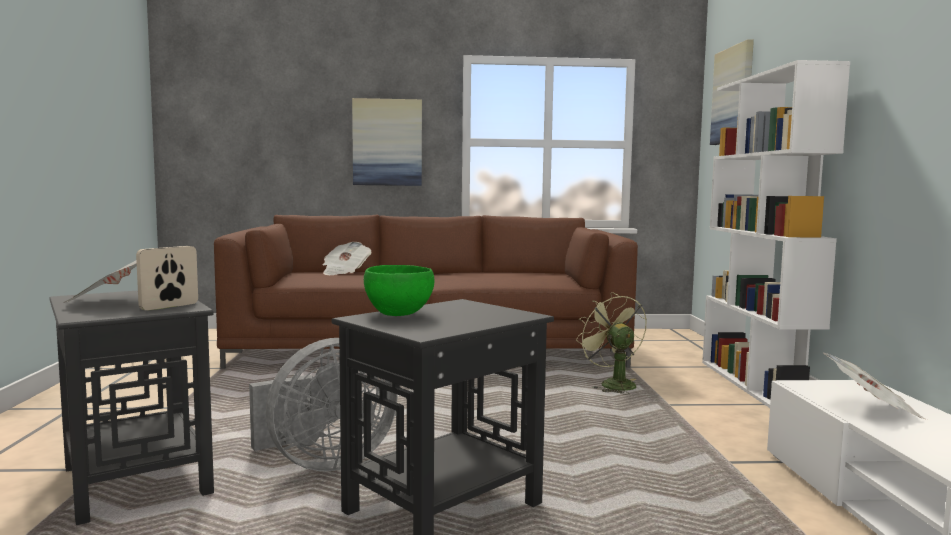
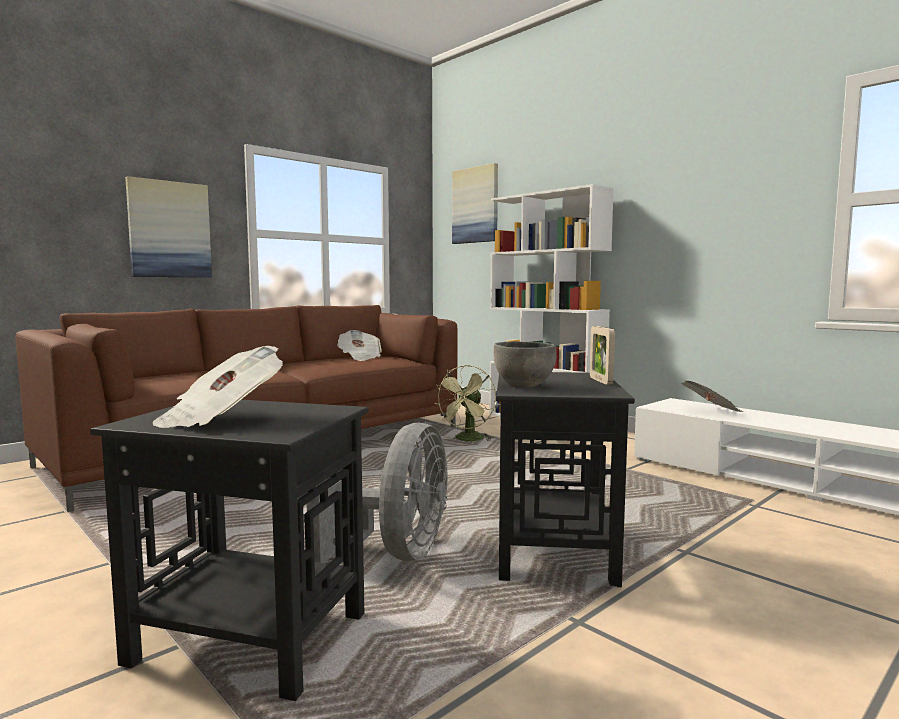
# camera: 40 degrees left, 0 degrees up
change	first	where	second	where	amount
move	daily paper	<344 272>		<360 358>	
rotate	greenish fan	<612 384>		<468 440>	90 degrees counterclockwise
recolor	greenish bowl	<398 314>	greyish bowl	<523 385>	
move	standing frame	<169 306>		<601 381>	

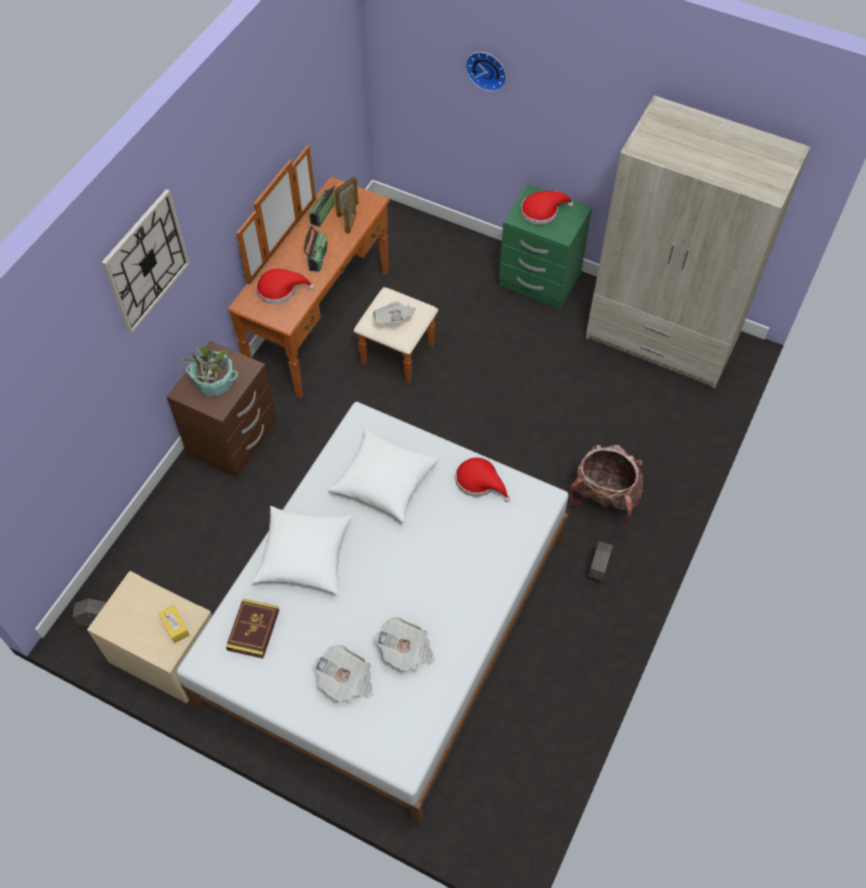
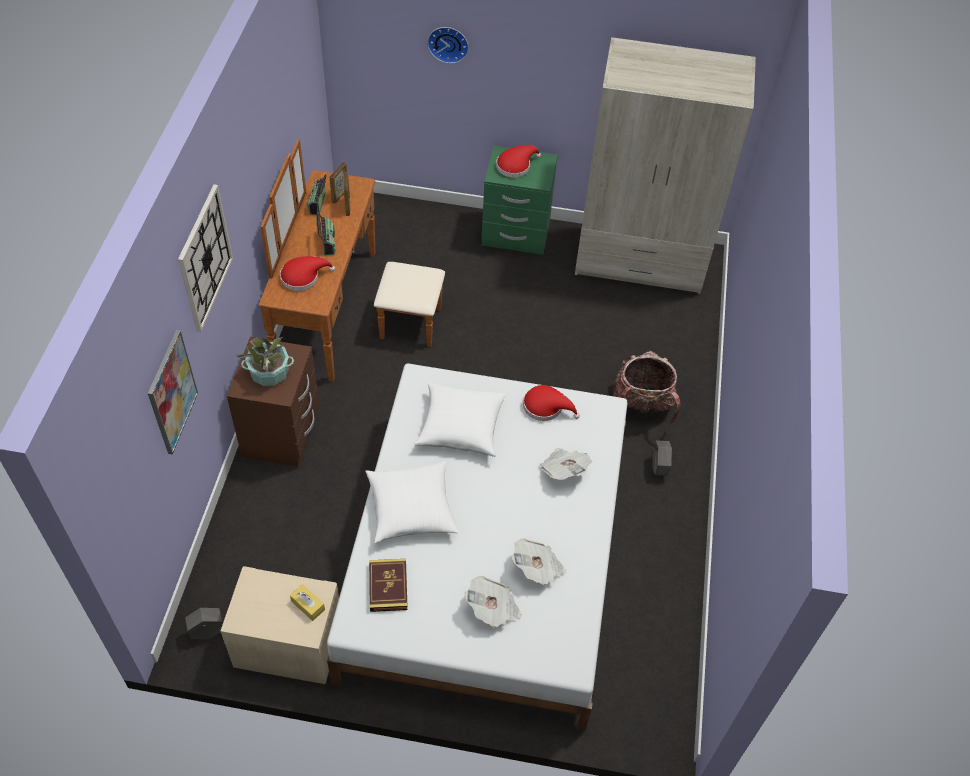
# camera: 20 degrees left, 5 degrees down
change	first	where	second	where	amount
insert			wall picture	<172 392>	
move	daily paper	<393 320>		<564 470>	

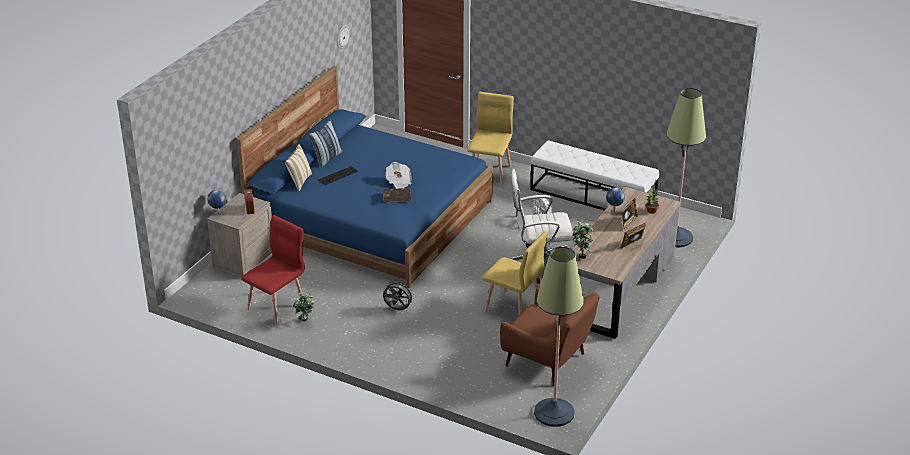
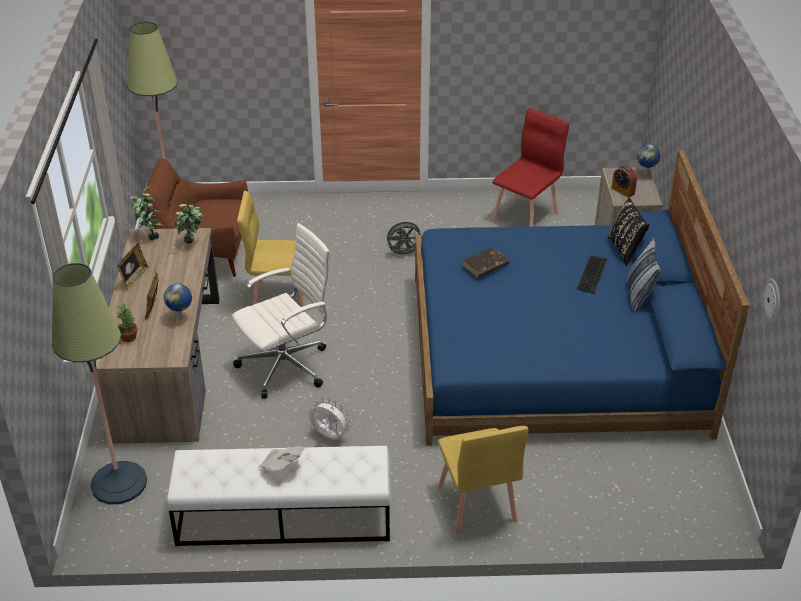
# camera: 150 degrees right, 5 degrees up
change	first	where	second	where	amount
move	potted plant	<305 322>		<149 236>	
move	daily paper	<398 182>		<282 466>	
rotate	reddish chair	<277 306>		<525 215>	150 degrees counterclockwise
recolor	sand-coloured throw pillow	<299 181>	black throw pillow	<625 250>	

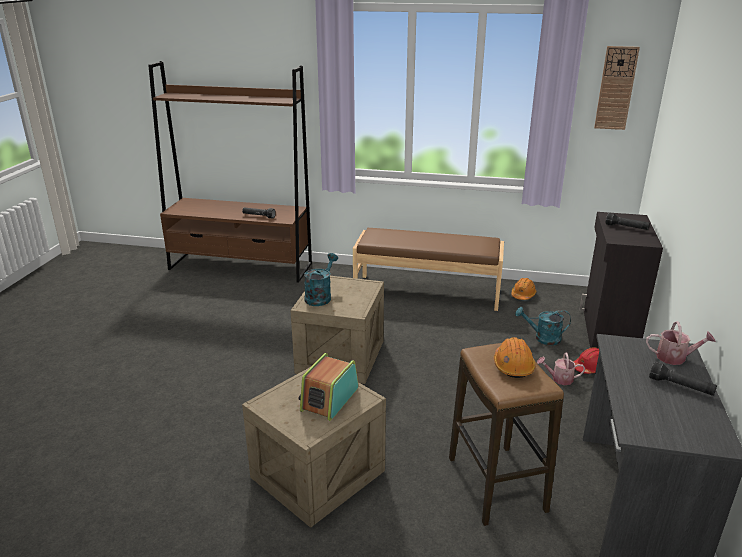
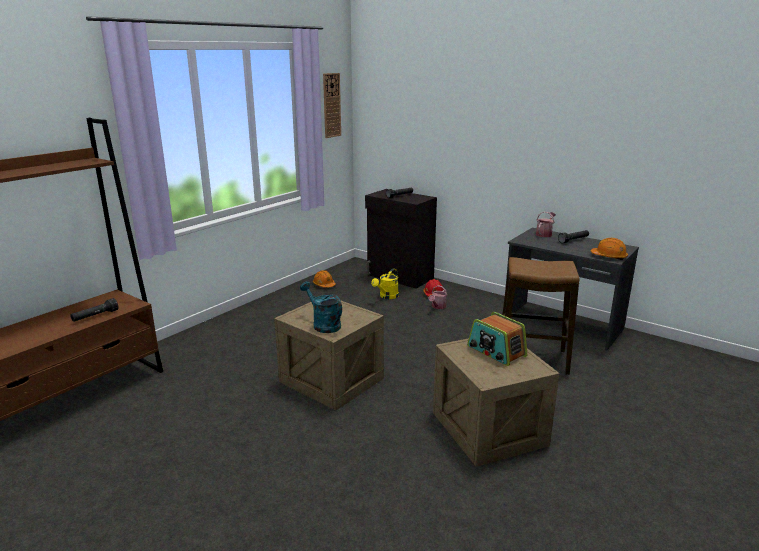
# camera: 65 degrees left, 5 degrees down
change	first	where	second	where	amount
recolor	turquoise-coloured sprinkling can	<542 338>	yellow-coloured sprinkling can	<387 296>	
move	orange-coloured work helmet	<513 366>		<609 256>	
delete	brown-coloured indoor bench	<427 292>			

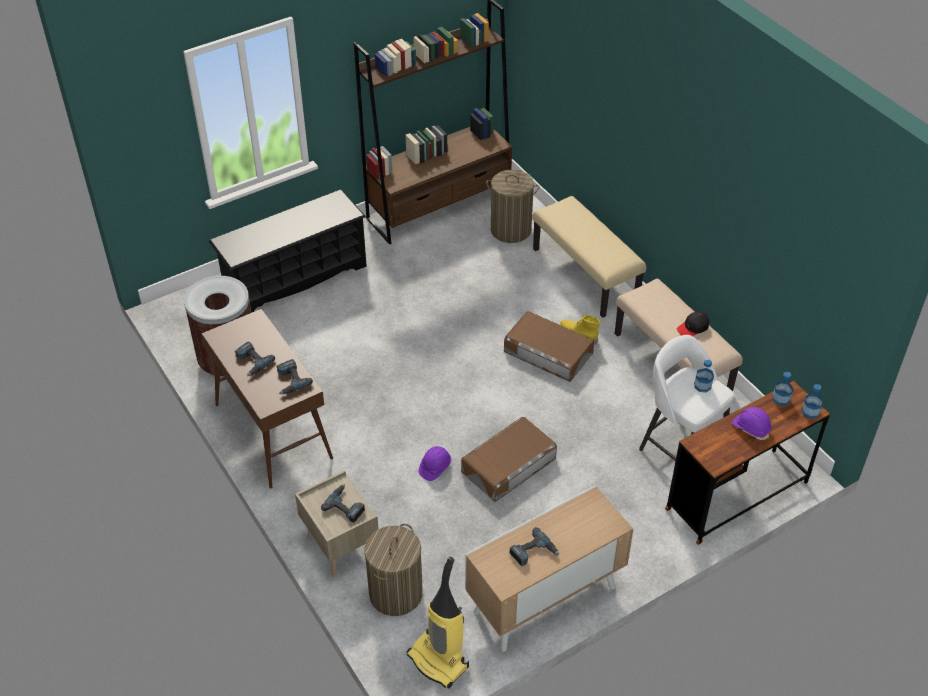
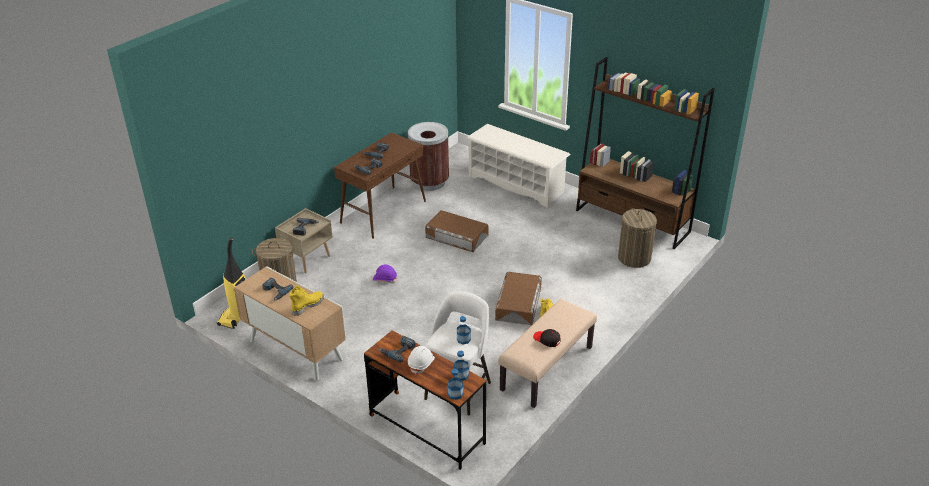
# camera: 70 degrees right, 10 degrees down
change	first	where	second	where	amount
insert			yellow-coloured boot	<307 305>	
insert			electric drill	<398 351>	
recolor	purple-coloured work helmet	<751 428>	whitish work helmet	<421 364>	
move	brown-coloured storage bin	<508 464>		<457 236>	
recolor	black shoe stand	<294 277>	whitish shoe stand	<516 184>	
delete	sand-coloured indoor bench	<586 274>			

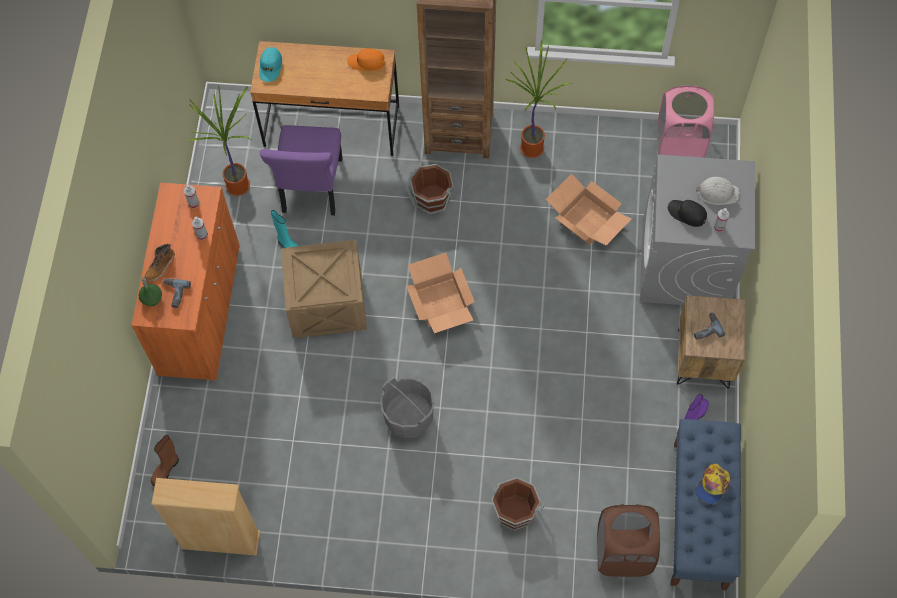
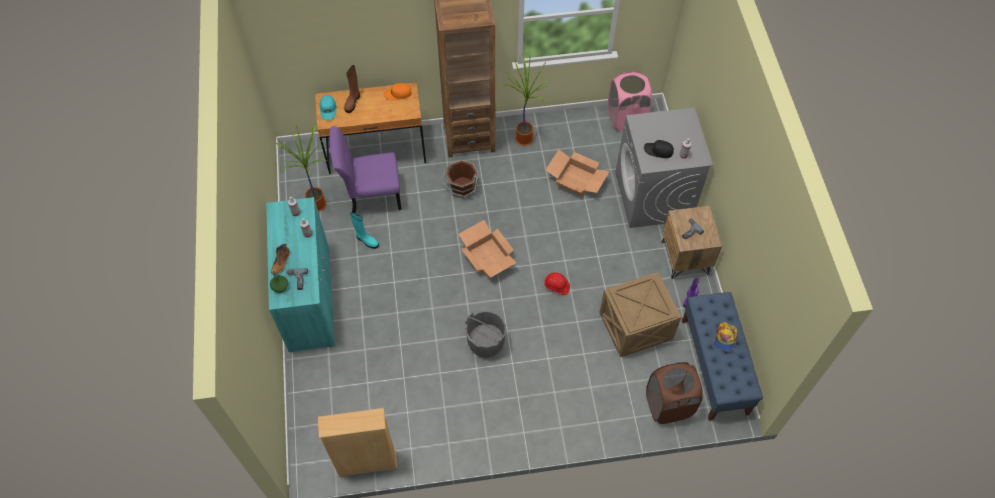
# camera: 15 degrees left, 5 degrees down
change	first	where	second	where	amount
recolor	orange-coloured cupboard	<200 310>	turquoise-coloured cupboard	<310 298>	
rotate	purple-coloured chair	<311 188>		<372 196>	90 degrees clockwise
move	brown-coloured boot	<166 469>		<353 102>	
insert			reddish work helmet	<556 286>	
move	crate	<326 304>		<634 326>	
delete	brown-coloured water bucket	<515 510>			
delete	whitish work helmet	<717 193>			

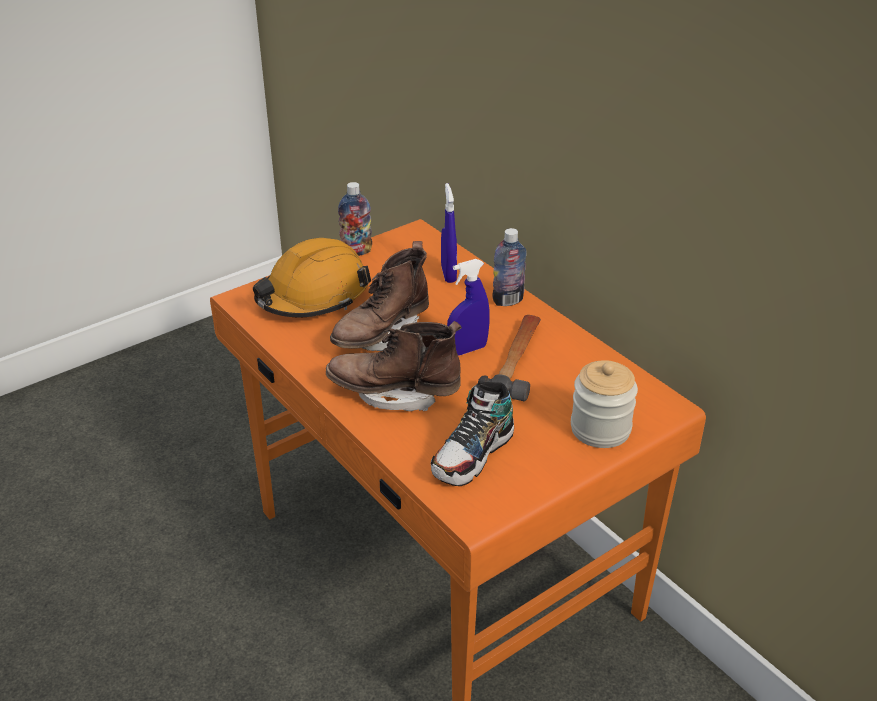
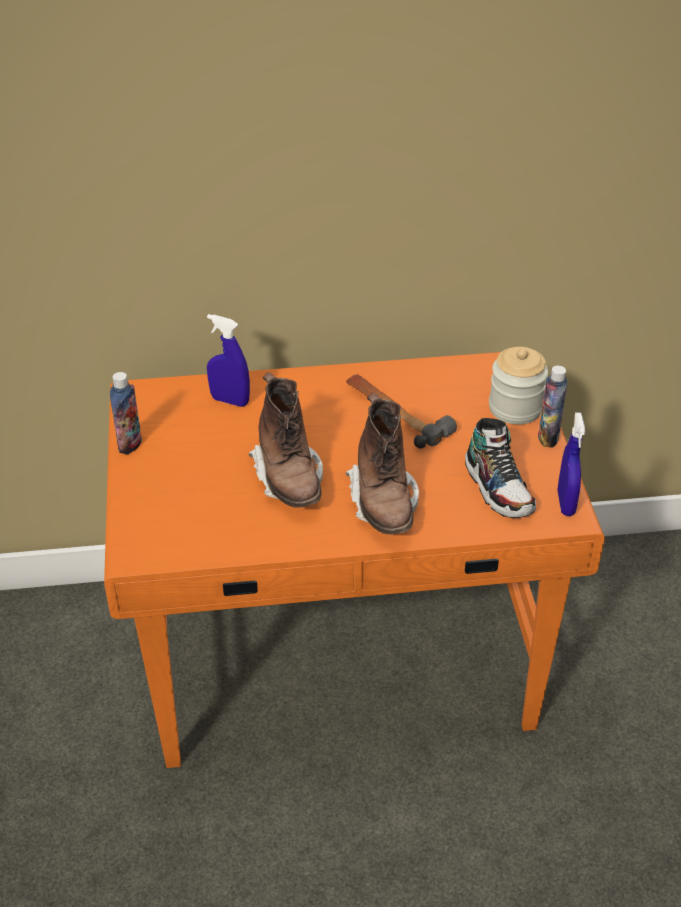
# camera: 60 degrees left, 5 degrees up
change	first	where	second	where	amount
rotate	brown-coloured boot	<395 393>		<383 502>	45 degrees counterclockwise
move	bottle	<508 300>		<548 437>	
move	bluish sprayer	<467 349>		<565 503>	
delete	orange-coloured work helmet	<313 296>			

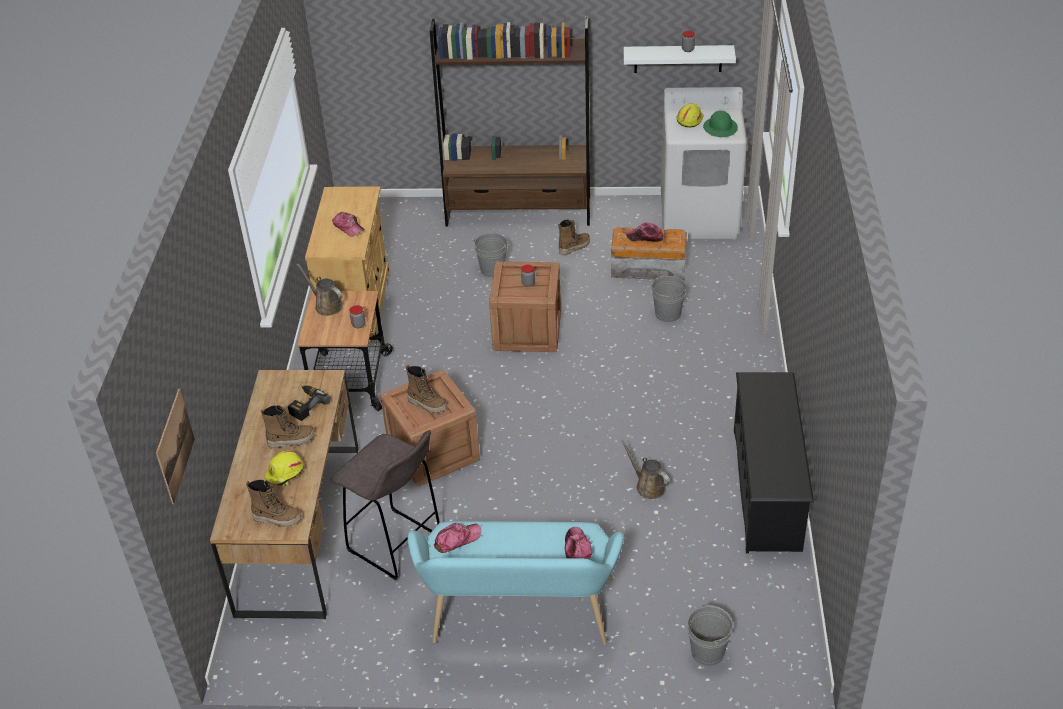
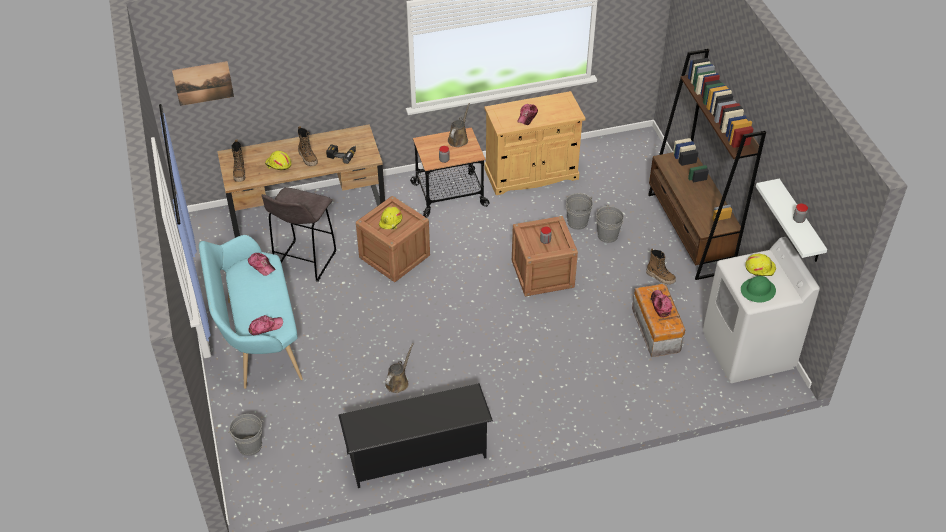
# camera: 70 degrees right, 5 degrees up
change	first	where	second	where	amount
replace	boot	<427 404>	yellow-coloured work helmet	<391 222>	
move	greyish water bucket	<668 313>		<577 222>	

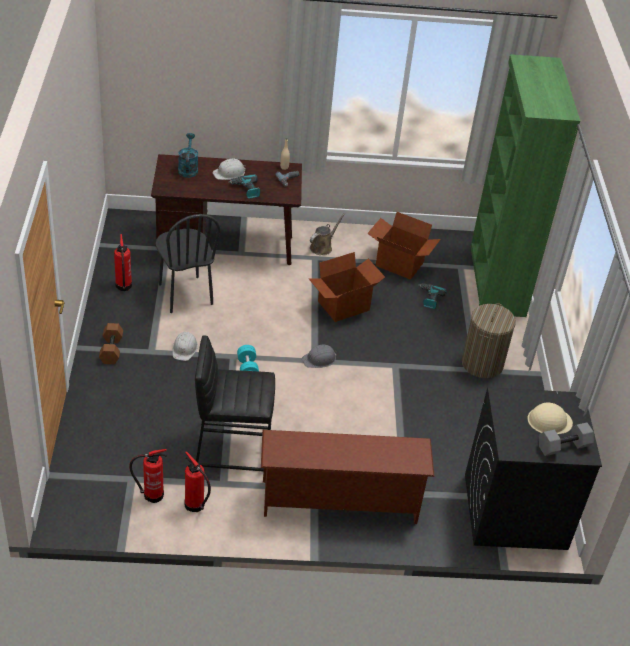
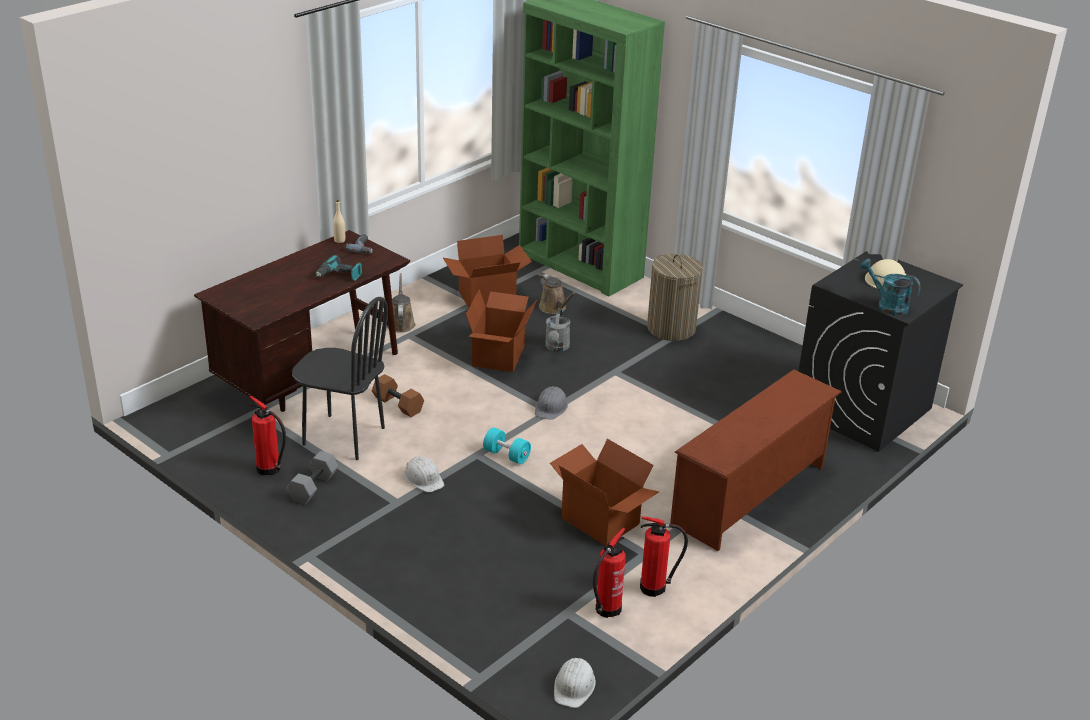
# camera: 45 degrees left, 10 degrees down
change	first	where	second	where	amount
move	greyish dumbbell	<563 445>		<313 486>	
move	brown-coloured dumbbell	<111 349>		<397 405>	
replace	electric drill	<429 298>	brown-coloured sprinkling can	<554 308>	
insert			greyish sprinkling can	<557 347>	
replace	black stool	<233 446>	packing box	<601 520>	
move	whitish work helmet	<229 173>		<574 686>	
move	turquoise-coloured sprinkling can	<188 168>		<887 305>	

